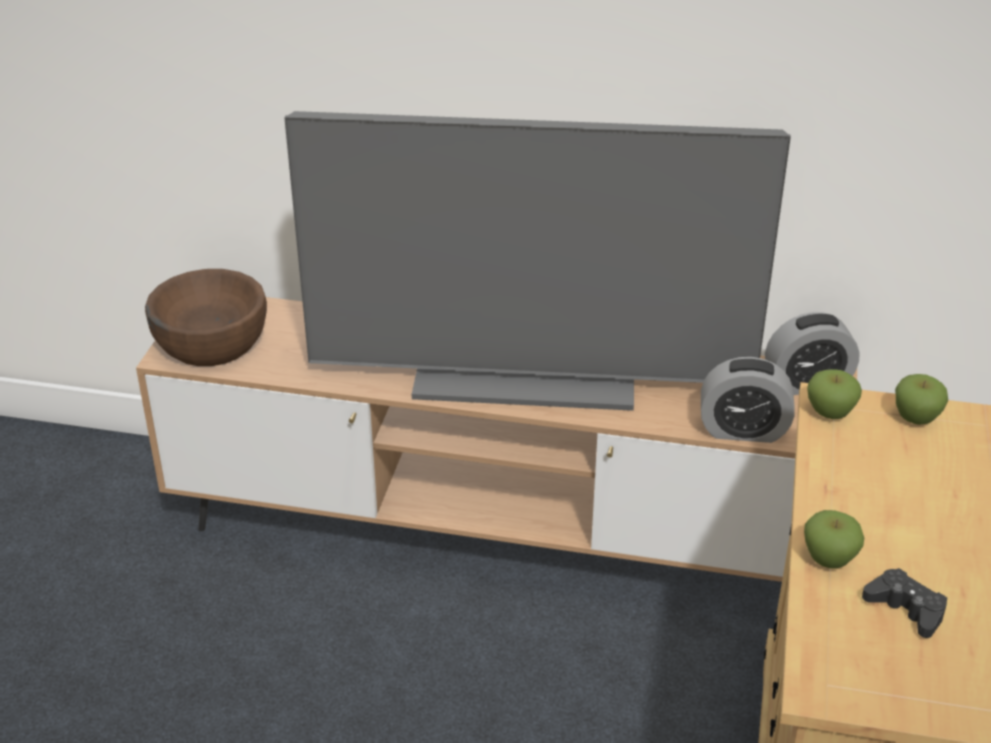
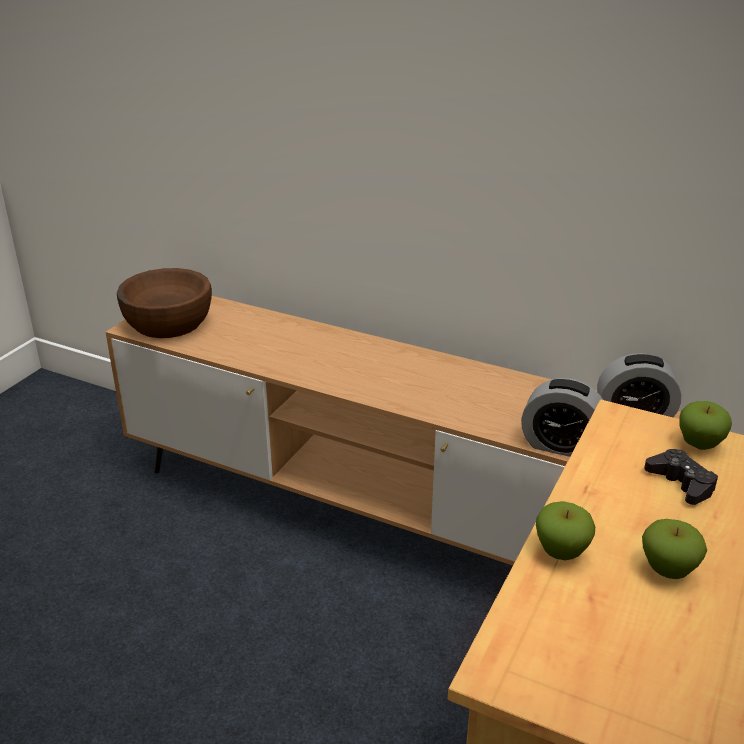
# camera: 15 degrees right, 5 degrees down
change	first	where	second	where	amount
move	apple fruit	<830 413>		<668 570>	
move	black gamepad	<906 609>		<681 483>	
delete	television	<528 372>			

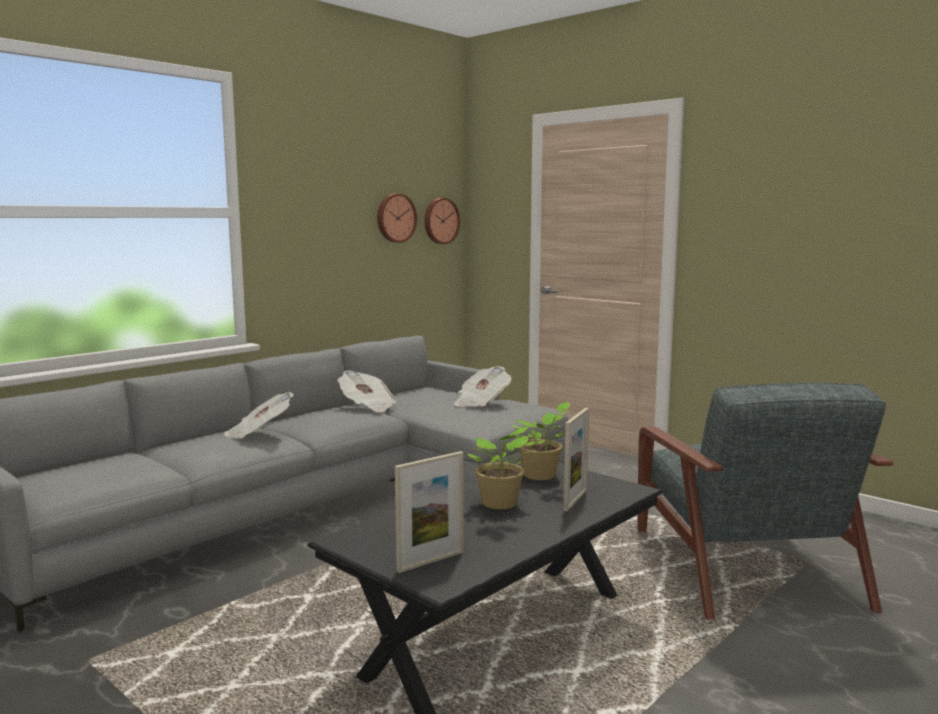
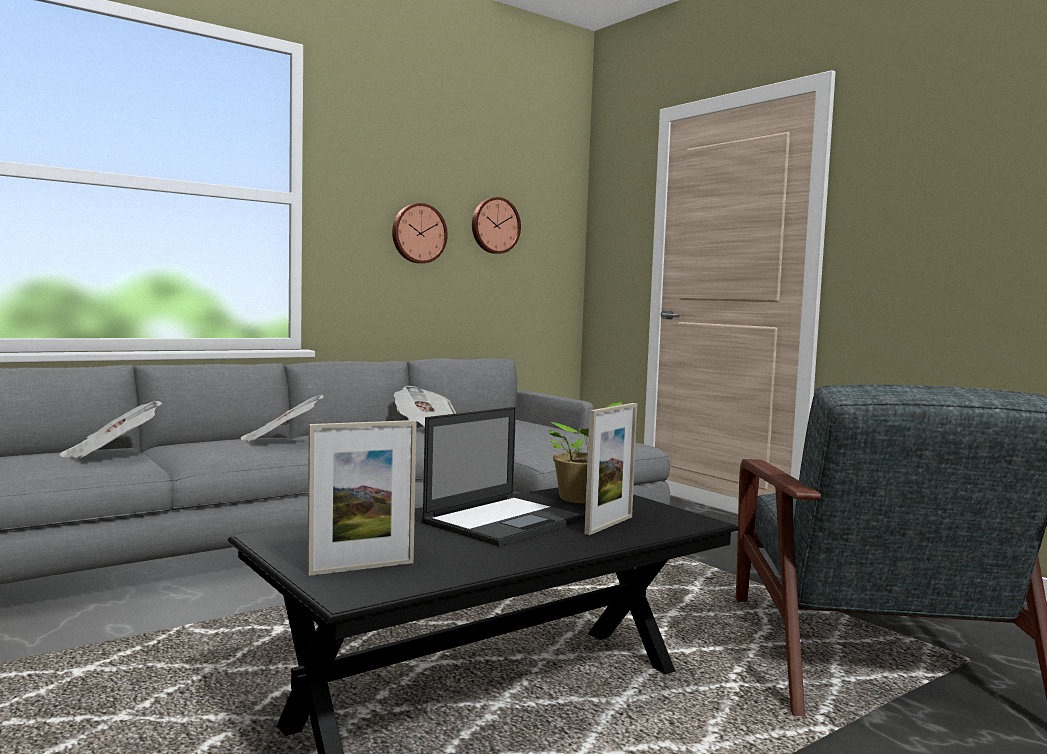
# camera: 10 degrees right, 5 degrees down
change	first	where	second	where	amount
move	daily paper	<481 402>		<111 454>	
move	clock on the wall	<440 221>		<418 233>	
replace	potted plant	<500 504>	laptop	<505 521>	

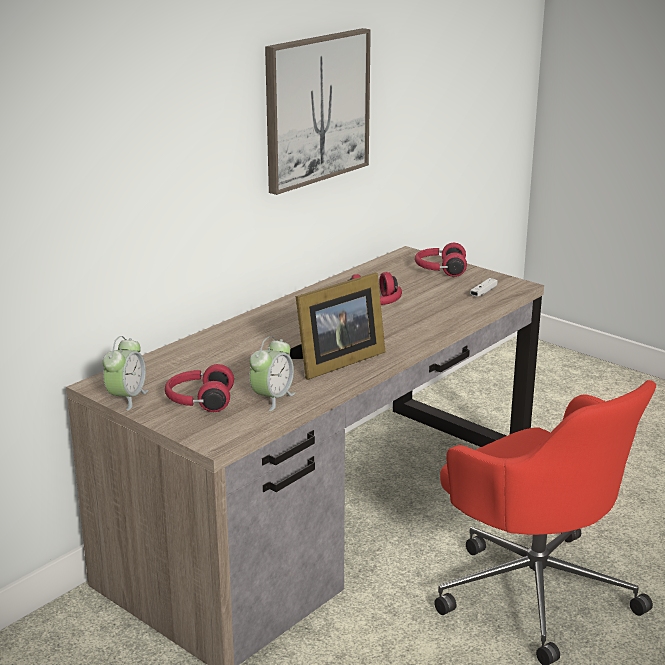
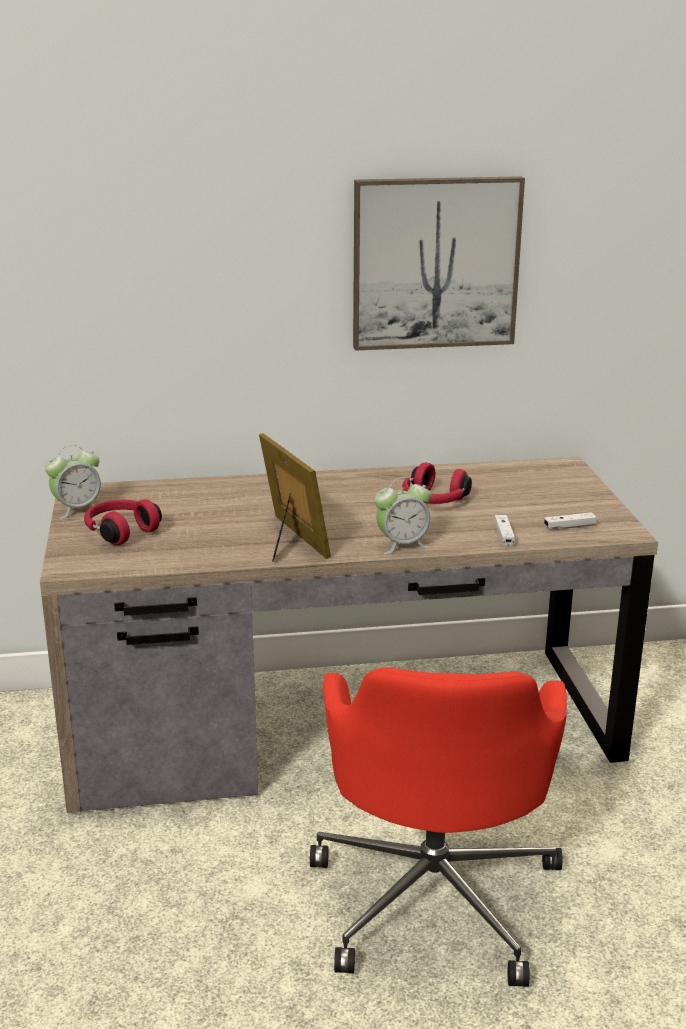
# camera: 40 degrees right, 0 degrees up
change	first	where	second	where	amount
rotate	standing frame	<335 362>		<290 541>	120 degrees counterclockwise
move	alarm clock	<272 399>		<402 545>	
insert			whitish gamepad	<504 535>	
delete	reddish headphones	<440 270>			

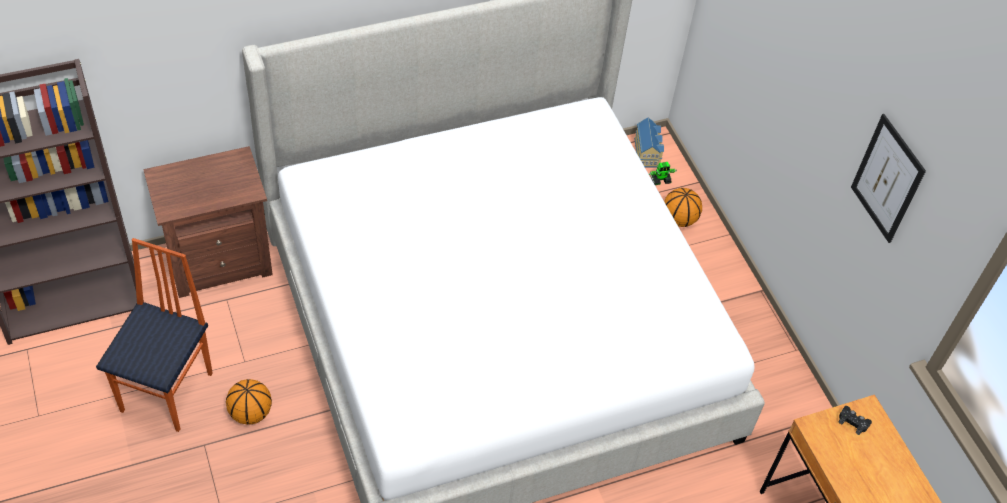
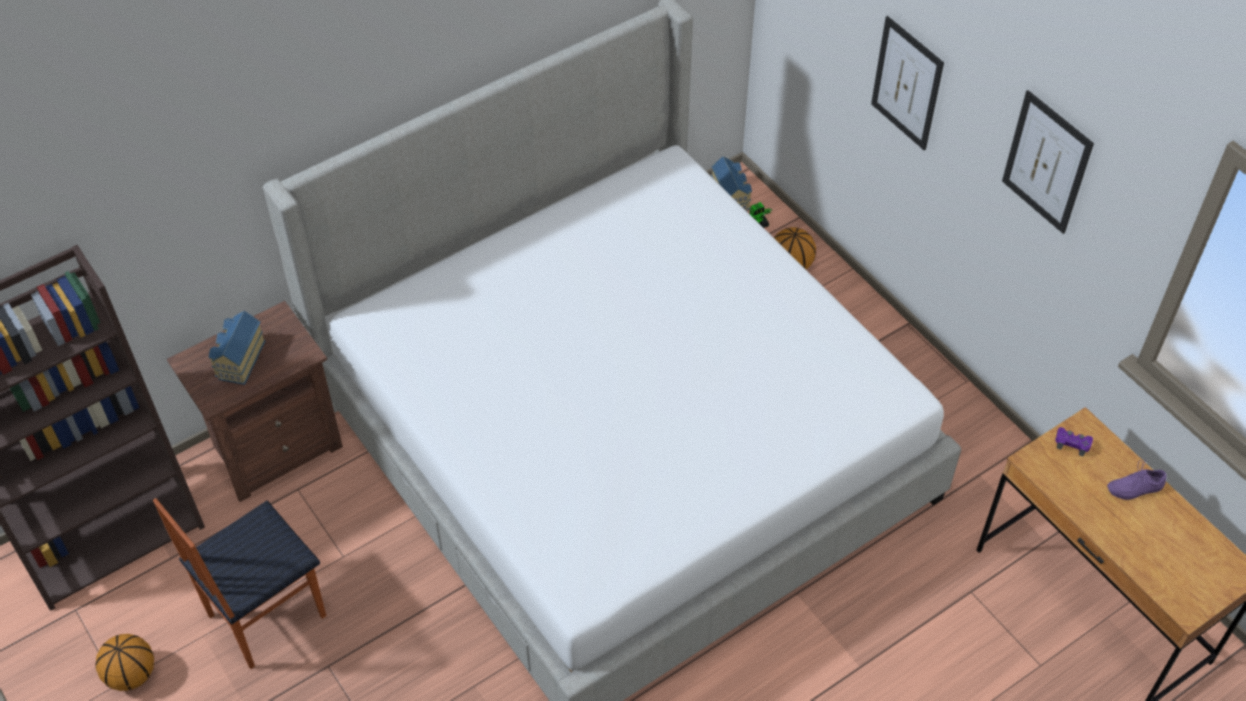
# camera: 10 degrees left, 0 degrees up
change	first	where	second	where	amount
move	ball for basketball	<250 413>		<131 675>	
rotate	chair	<169 392>		<265 615>	135 degrees counterclockwise
insert			miniature house	<238 360>	
insert			wall picture	<907 83>	
recolor	black gamepad	<853 422>	purple-coloured gamepad	<1072 443>	
insert			purple-coloured shoe	<1133 486>	

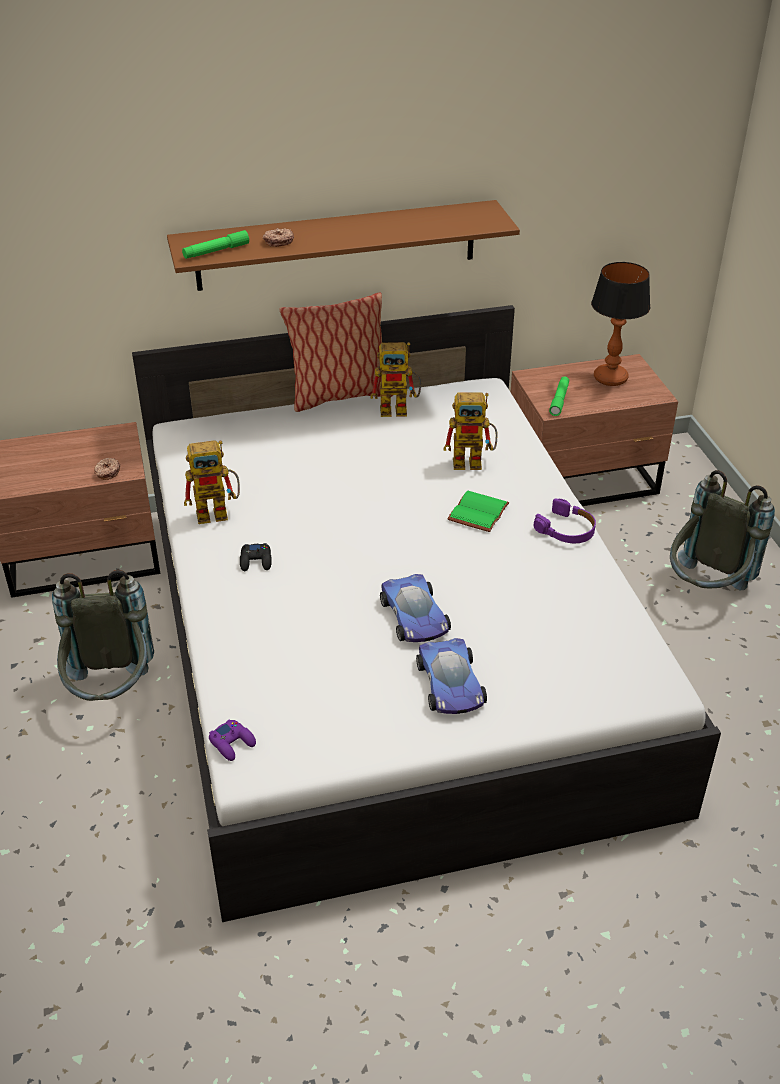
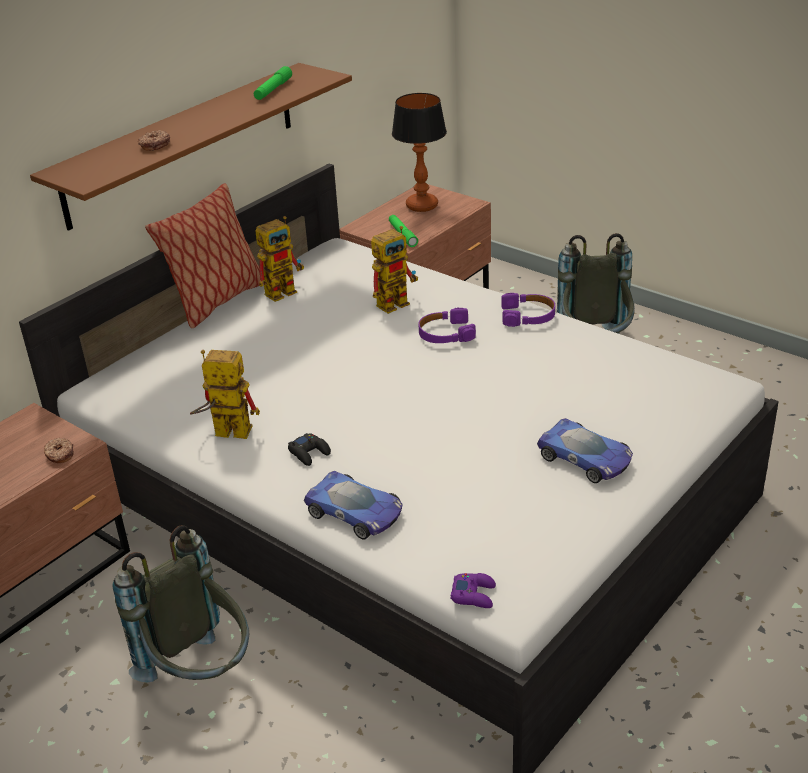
# camera: 35 degrees left, 5 degrees down
change	first	where	second	where	amount
rotate	toy robot	<219 512>		<224 433>	120 degrees counterclockwise
move	greenish hand torch	<216 251>		<273 89>	
move	miniature car	<415 617>		<356 513>	
replace	greenish volume	<477 511>	purple-coloured headphones	<445 334>	

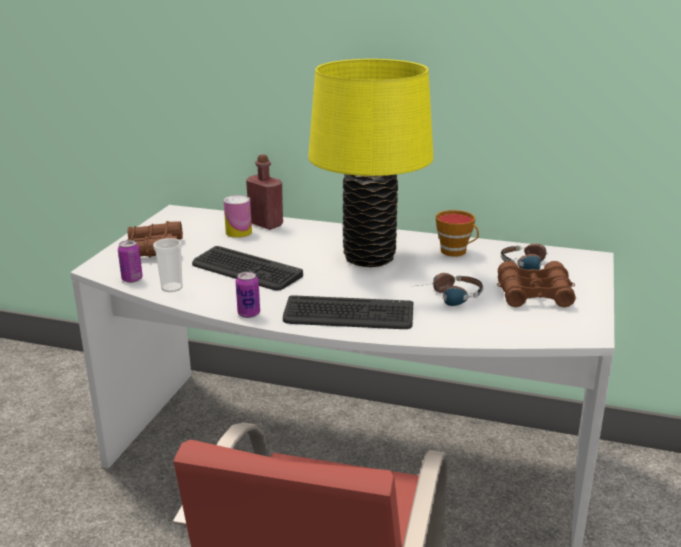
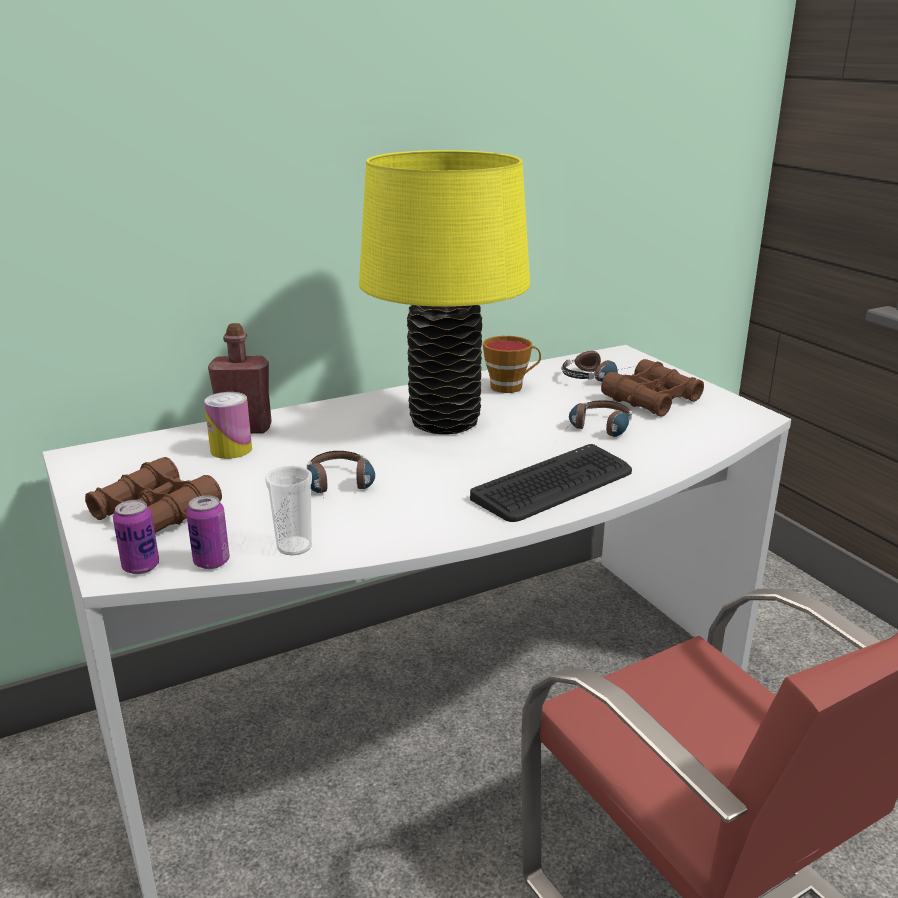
# camera: 45 degrees left, 0 degrees up
change	first	where	second	where	amount
move	can	<249 314>		<141 567>	
replace	computer keyboard	<246 270>	headphones	<341 487>	

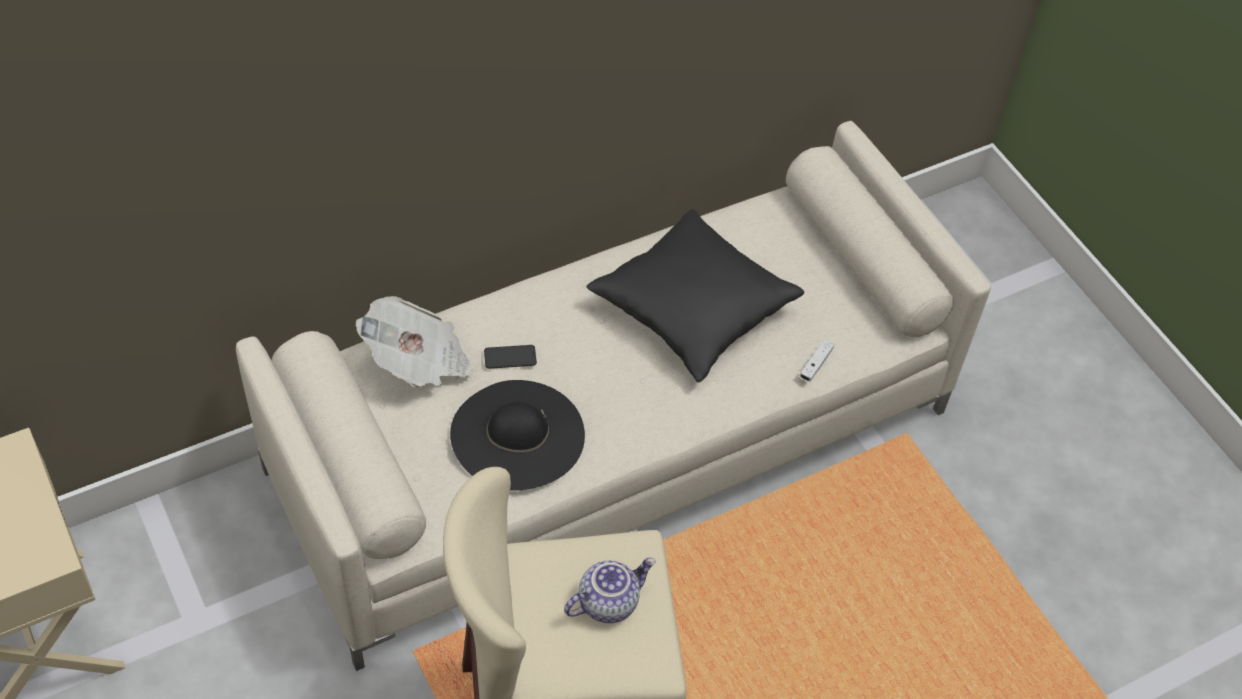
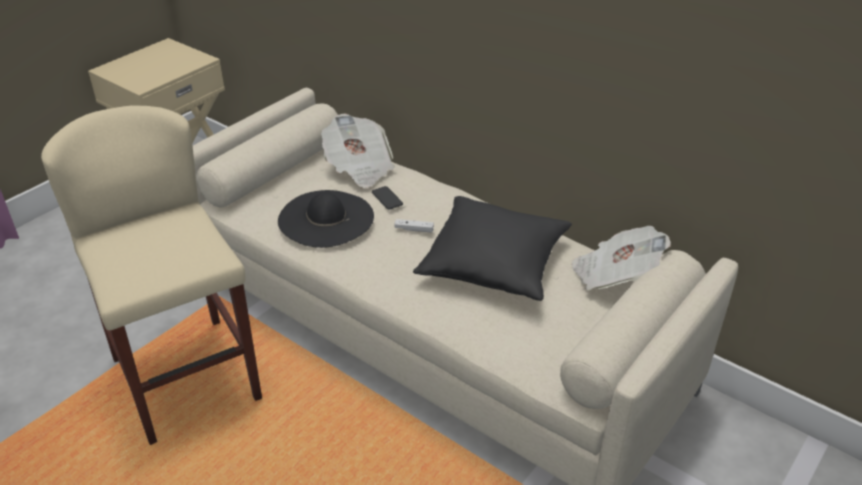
# camera: 70 degrees right, 15 degrees down
change	first	where	second	where	amount
move	whitish gamepad	<815 364>		<414 229>	
insert			daily paper	<614 275>	
delete	teapot	<607 601>			

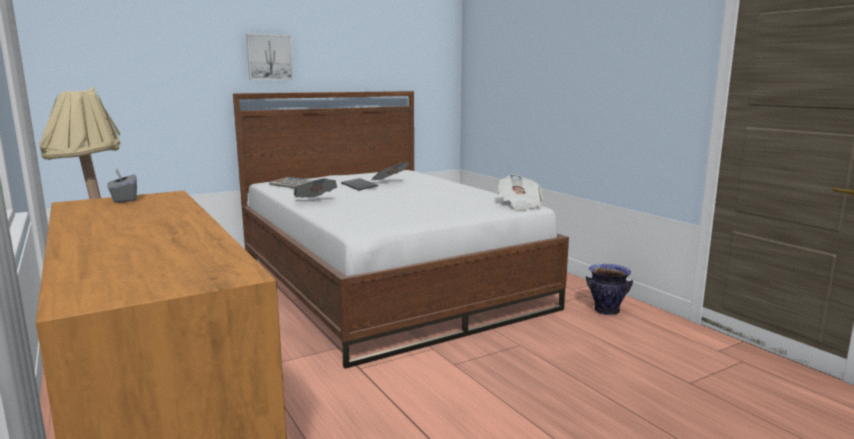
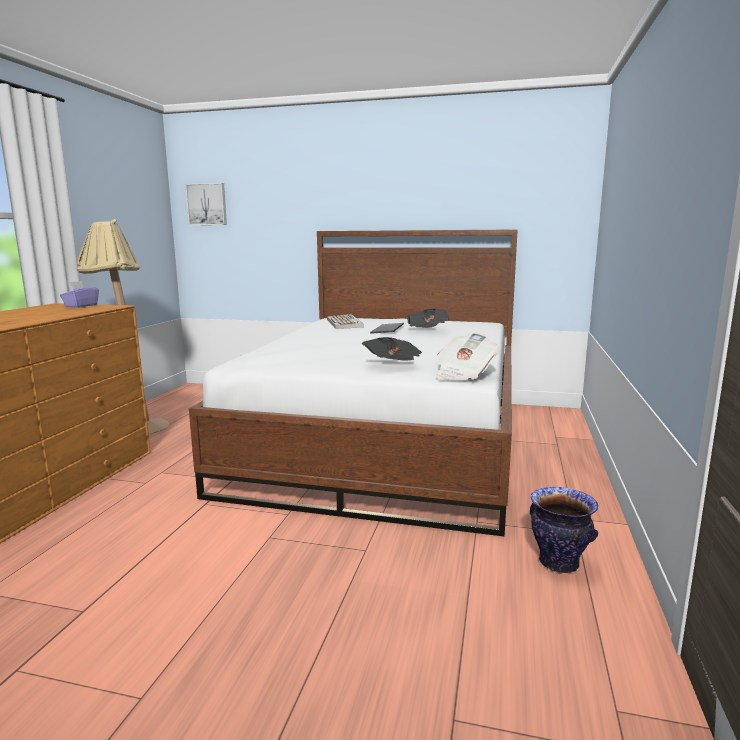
# camera: 45 degrees right, 0 degrees up
change	first	where	second	where	amount
recolor	greyish tissue holder	<124 199>	purple-coloured tissue holder	<81 306>	
move	wall picture	<269 57>		<207 204>	
move	daily paper	<315 201>		<393 366>	

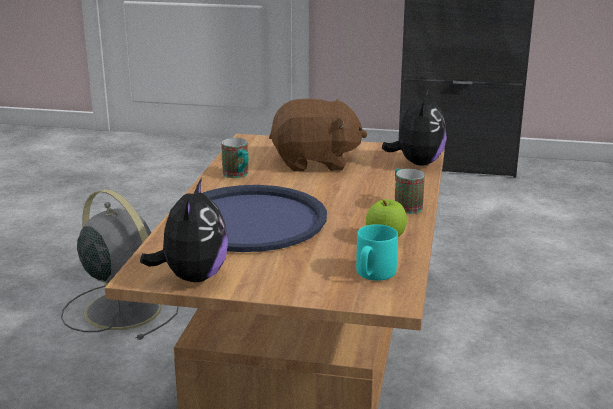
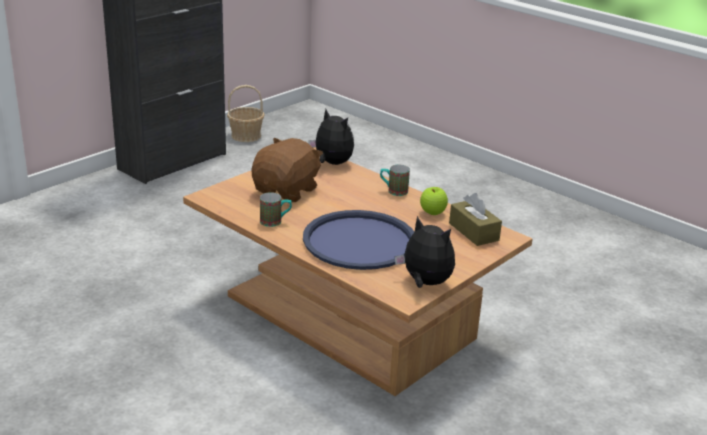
# camera: 60 degrees left, 5 degrees up
change	first	where	second	where	amount
insert			household basket	<246 136>	
replace	turquoise-coloured coffee mug	<373 274>	brown-coloured tissue holder	<473 232>	
delete	greyish fan	<121 309>			

